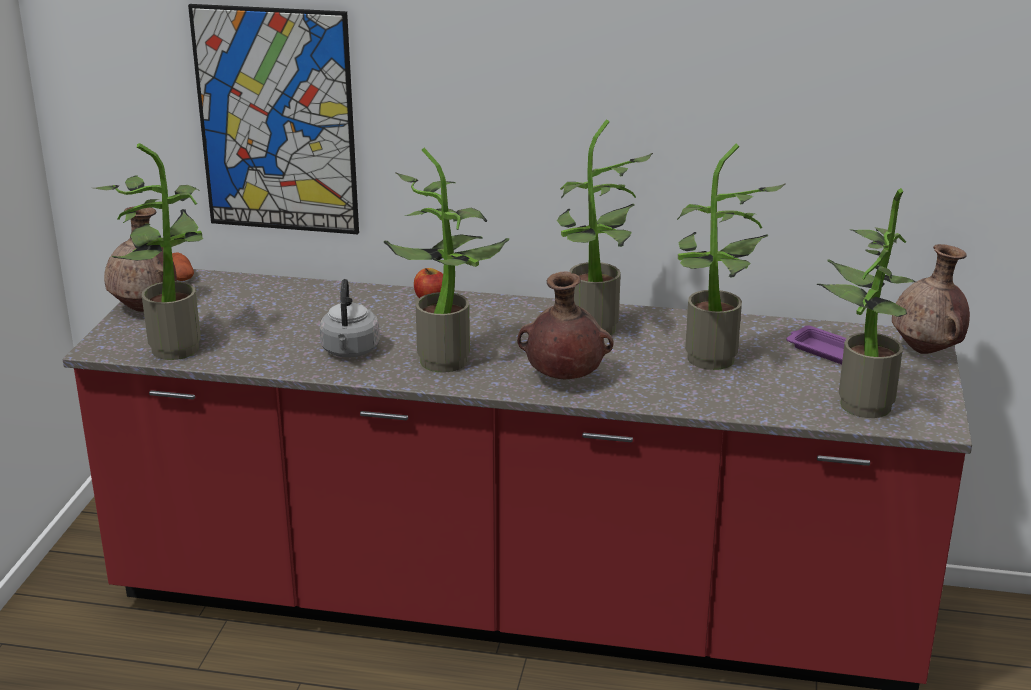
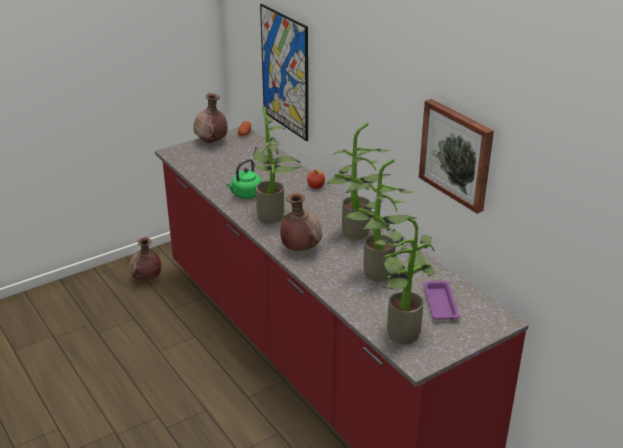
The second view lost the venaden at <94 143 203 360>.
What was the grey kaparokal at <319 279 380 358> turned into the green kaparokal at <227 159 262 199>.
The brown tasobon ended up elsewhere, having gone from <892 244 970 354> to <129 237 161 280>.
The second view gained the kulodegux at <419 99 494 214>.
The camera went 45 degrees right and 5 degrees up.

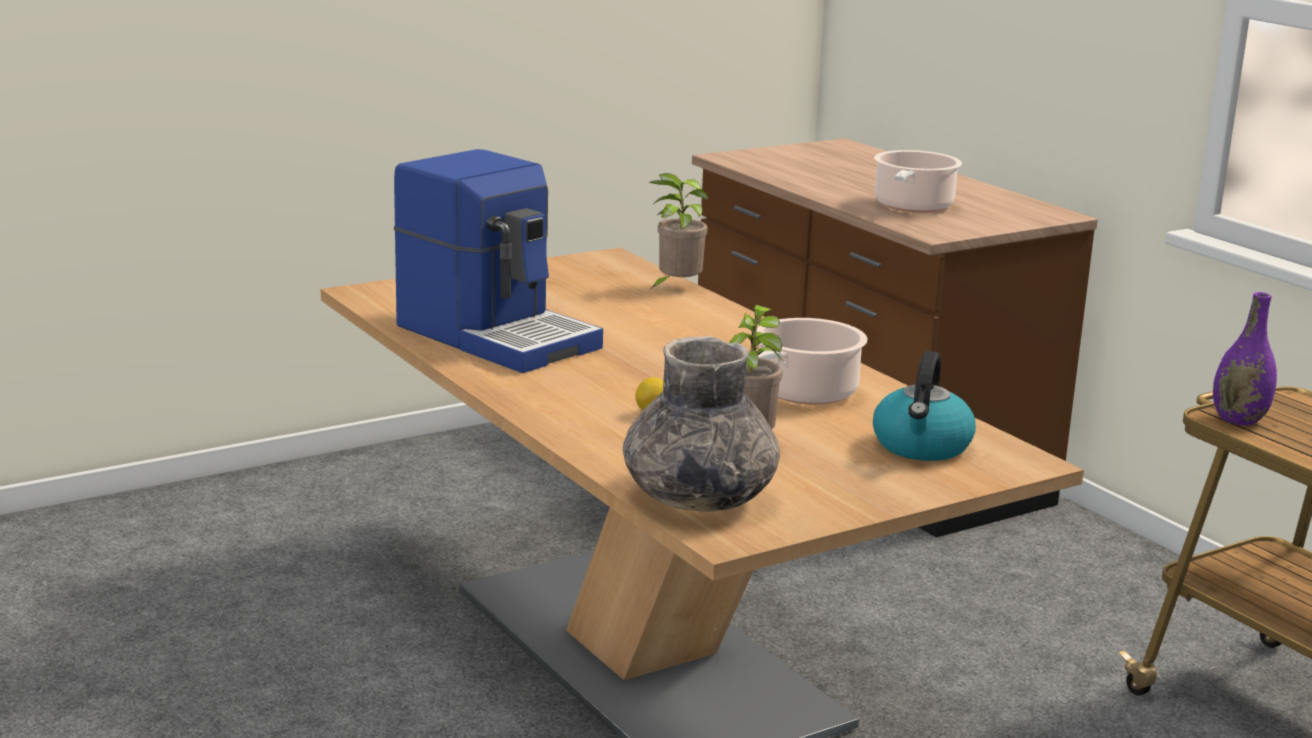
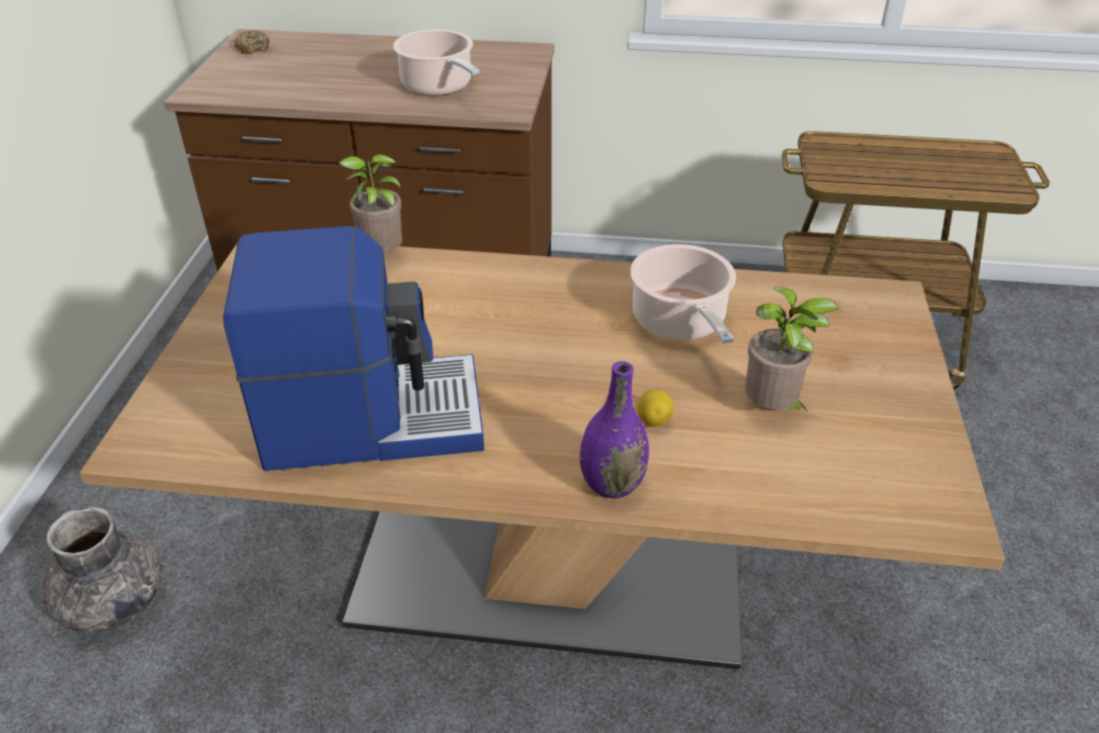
The grey tasobon ended up elsewhere, having gone from <623 336 780 512> to <43 507 162 632>.
The second view lost the kaparokal at <873 351 976 461>.
The purple tasobon ended up elsewhere, having gone from <1213 292 1277 425> to <580 361 649 499>.
The second view gained the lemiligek at <235 30 270 54>.
The camera went 50 degrees left and 20 degrees up.

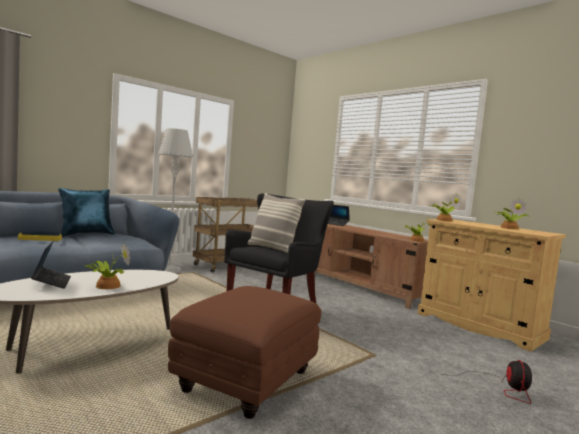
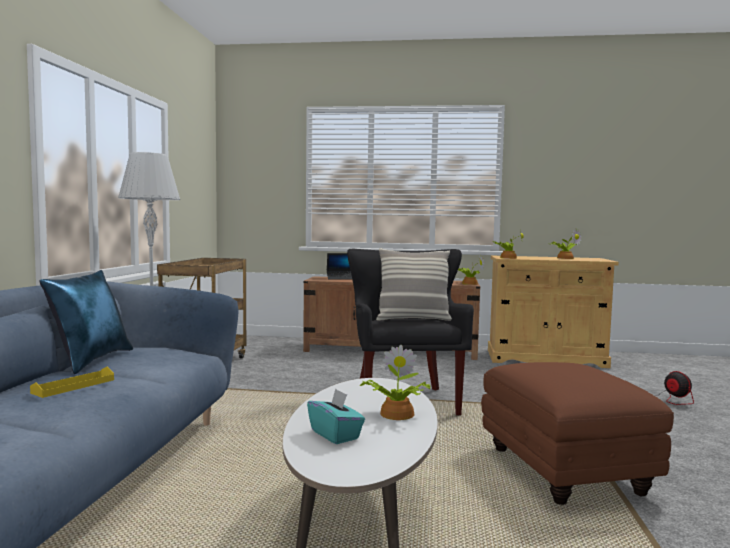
Where the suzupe stood at <31 241 71 289>, the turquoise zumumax came to stand at <307 388 365 444>.
The camera went 40 degrees left and 0 degrees up.

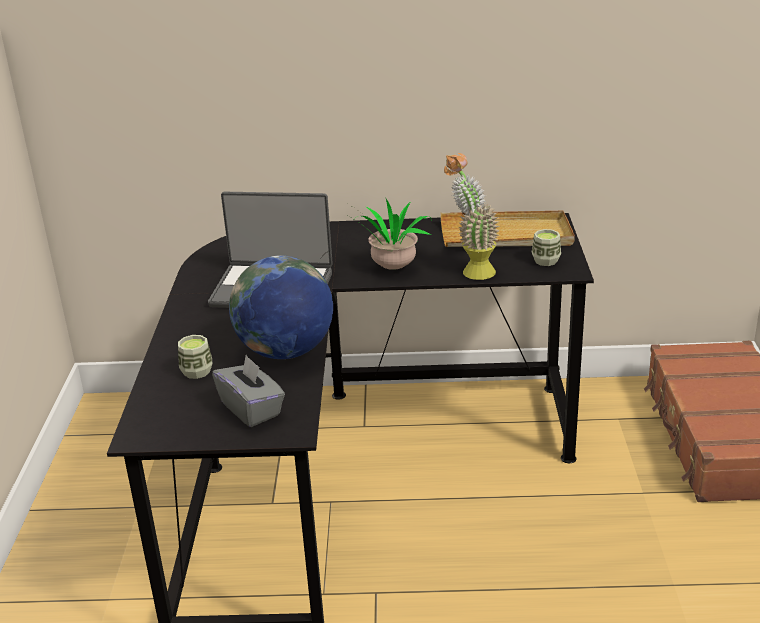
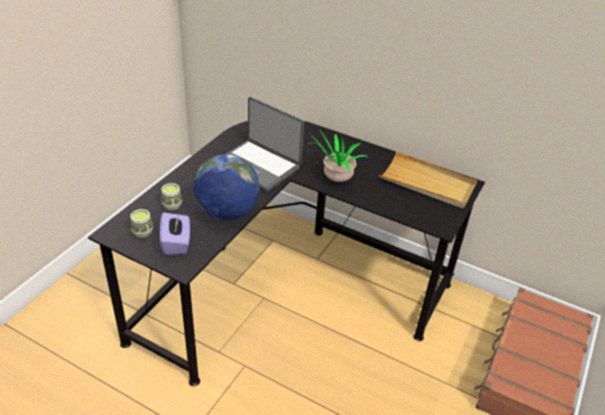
What was the grey zumumax at <212 355 285 427> turned into the purple zumumax at <160 212 190 255>.
The second view lost the venaden at <444 153 500 280>.
The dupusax ended up elsewhere, having gone from <532 229 561 266> to <131 209 153 238>.
The camera went 25 degrees right and 10 degrees up.

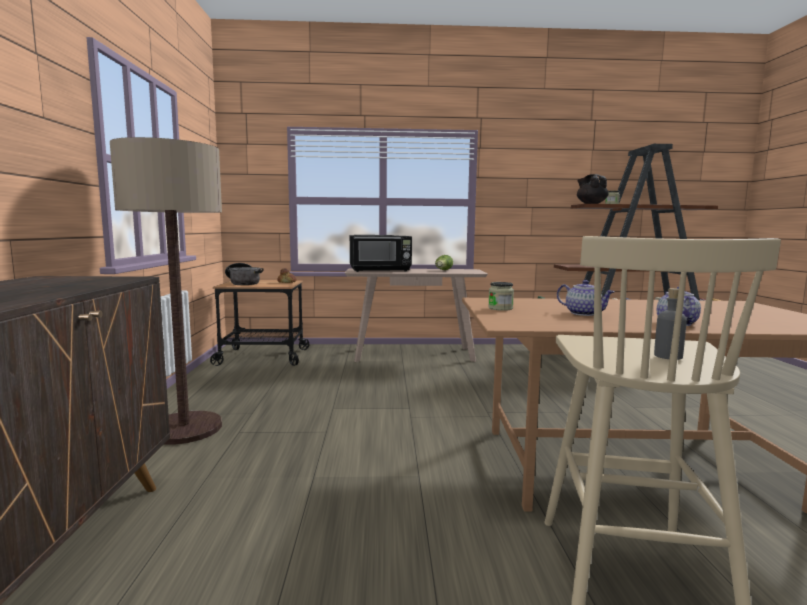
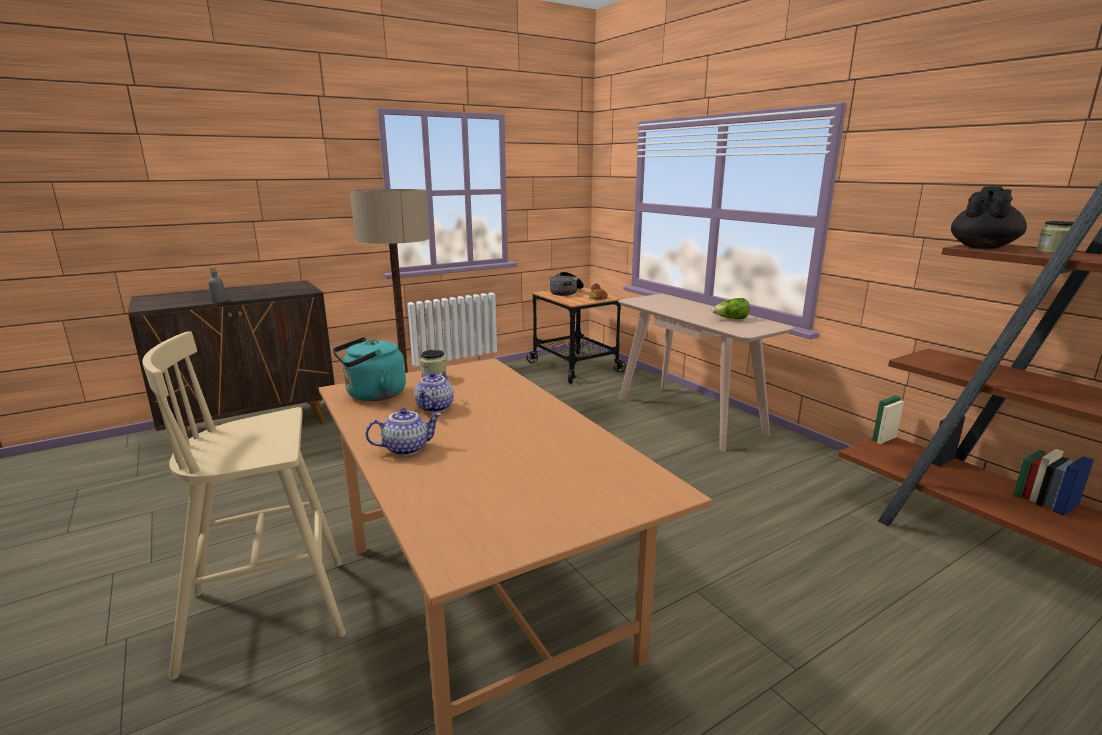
The second view lost the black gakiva at <350 235 412 272>.
The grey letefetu ended up elsewhere, having gone from <654 288 687 360> to <208 267 226 302>.
The second view gained the turquoise kaparokal at <333 337 406 401>.
The camera went 60 degrees right and 10 degrees up.

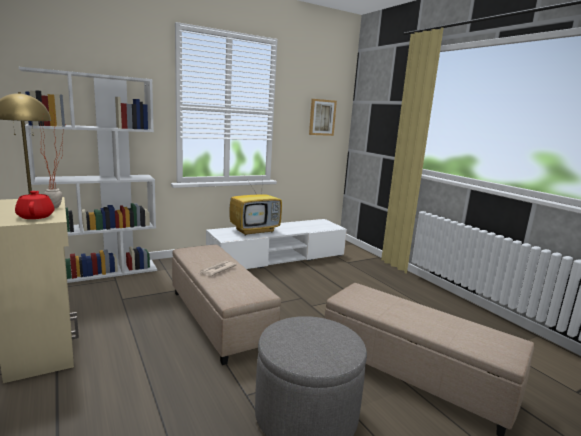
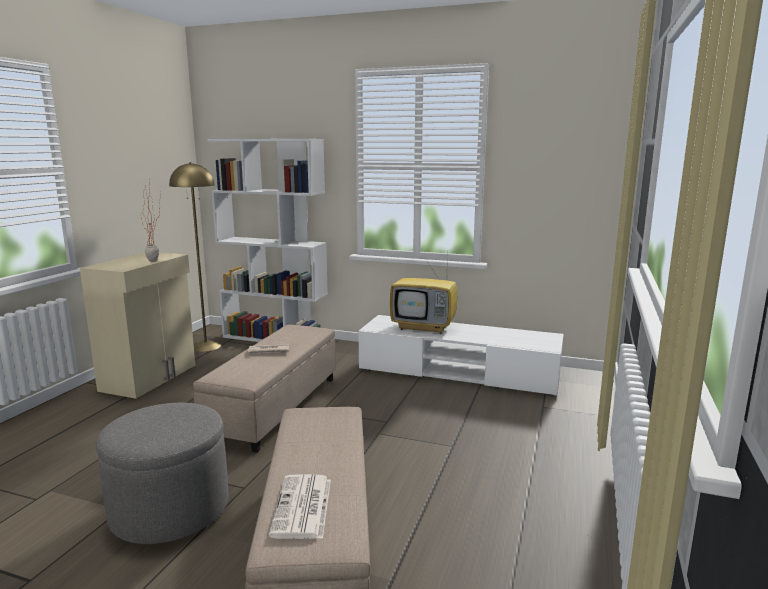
The second view lost the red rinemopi at <15 191 54 219>.
The second view lost the kulodegux at <309 99 337 136>.
The second view gained the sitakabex at <269 474 331 539>.
The camera went 50 degrees right and 0 degrees up.

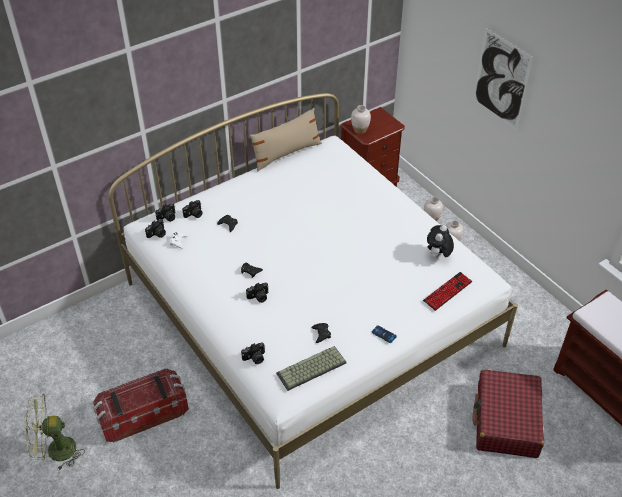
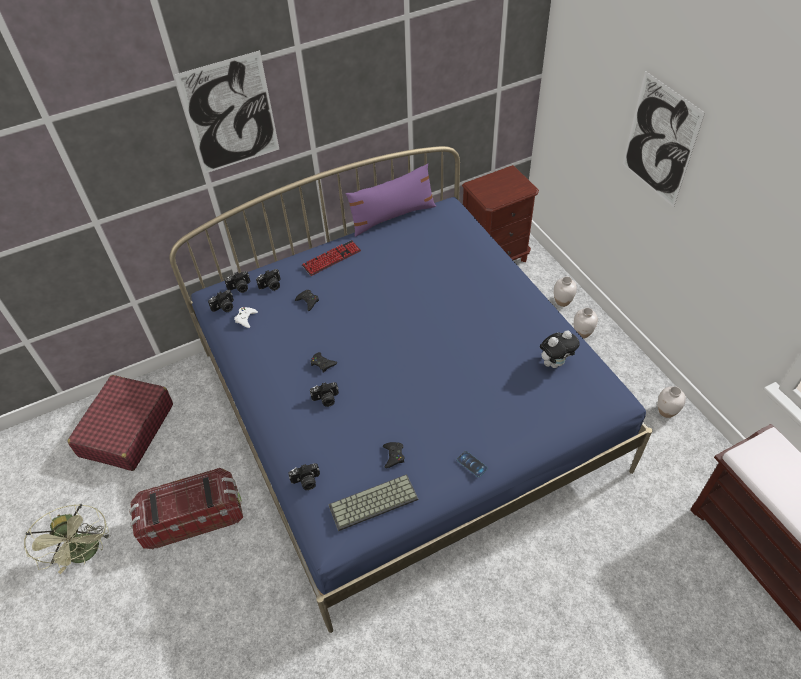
The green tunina at <26 394 85 471> ended up facing another way, 120 degrees counterclockwise from before.
What was the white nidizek at <108 93 518 489> turned into the blue nidizek at <170 146 652 633>.
What was the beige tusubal at <249 108 322 171> turned into the purple tusubal at <346 163 436 237>.
The white tasobon ended up elsewhere, having gone from <351 105 371 134> to <658 386 686 418>.
The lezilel ended up elsewhere, having gone from <423 272 472 311> to <302 240 361 276>.
The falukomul at <427 225 454 258> ended up facing another way, 150 degrees counterclockwise from before.
The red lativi ended up elsewhere, having gone from <473 369 544 458> to <68 375 173 471>.
The second view gained the kulodegux at <174 50 279 174>.
The camera went 10 degrees right and 5 degrees up.

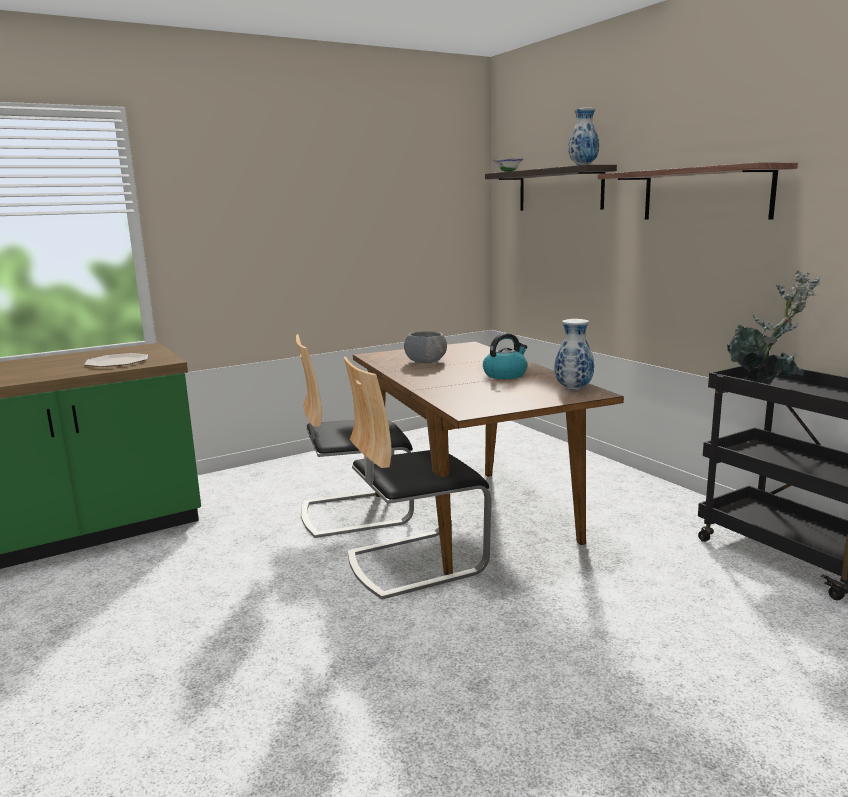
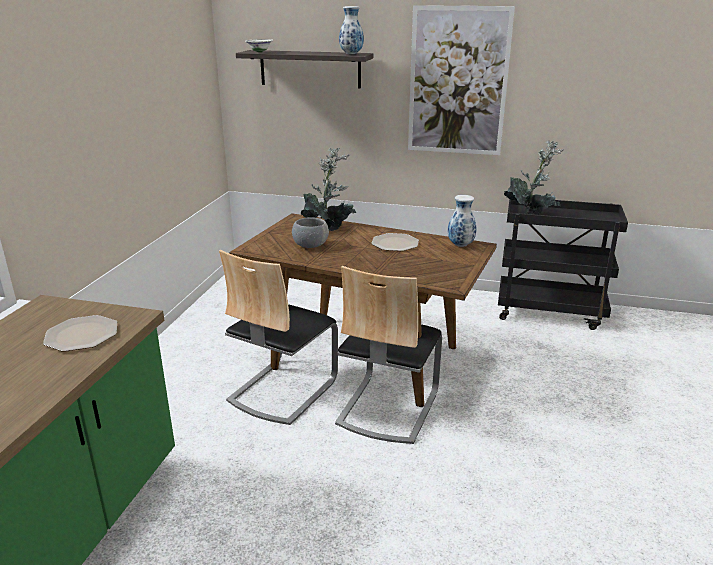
Where the kaparokal stood at <483 333 527 379>, the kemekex came to stand at <371 233 419 251>.
Where the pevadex hung at <598 162 798 220>, the kulodegux came to hang at <408 5 515 155>.
The second view gained the venaden at <301 148 356 231>.
The camera went 45 degrees left and 10 degrees up.

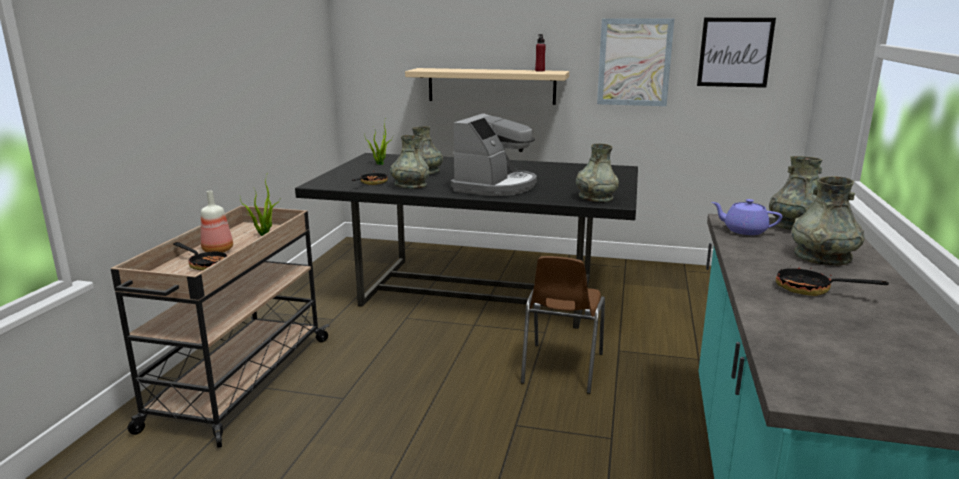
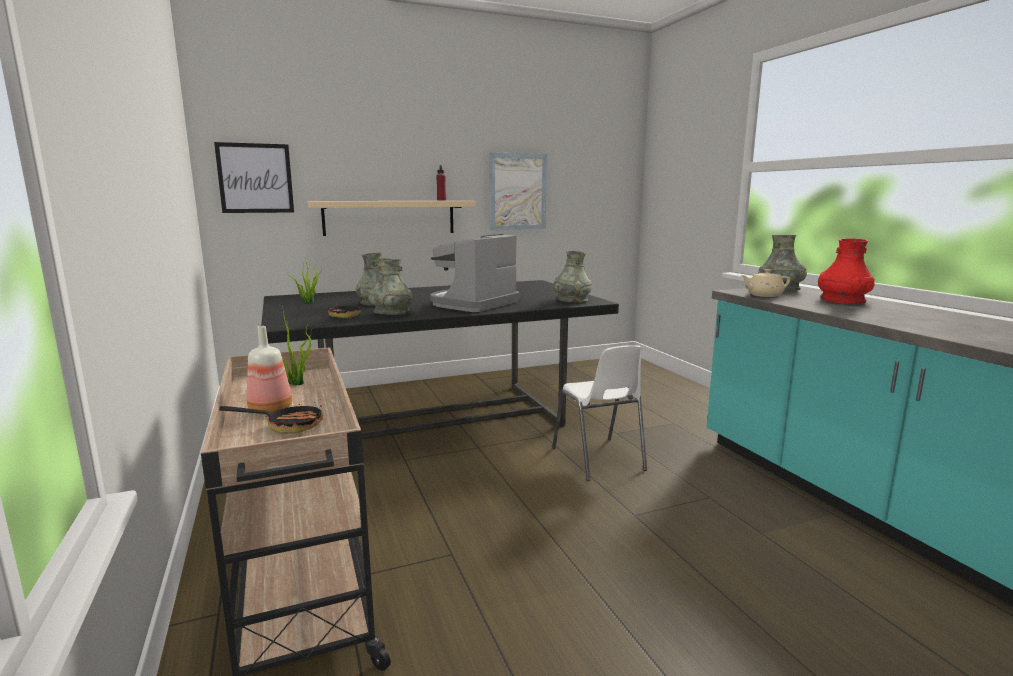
The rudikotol at <451 113 537 196> ended up facing another way, 135 degrees counterclockwise from before.
What was the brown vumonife at <521 256 605 394> turned into the white vumonife at <552 345 647 481>.
The kulodegux ended up elsewhere, having gone from <697 18 776 88> to <214 142 294 213>.
What was the purple rinemopi at <712 199 782 235> turned into the beige rinemopi at <740 269 790 297>.
The second view lost the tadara at <776 265 889 296>.
What was the grey tasobon at <792 176 865 265> turned into the red tasobon at <818 238 875 304>.
The camera went 35 degrees left and 5 degrees down.

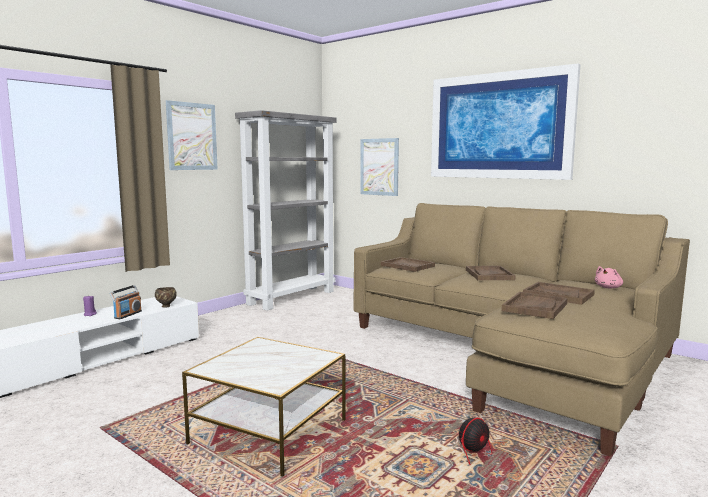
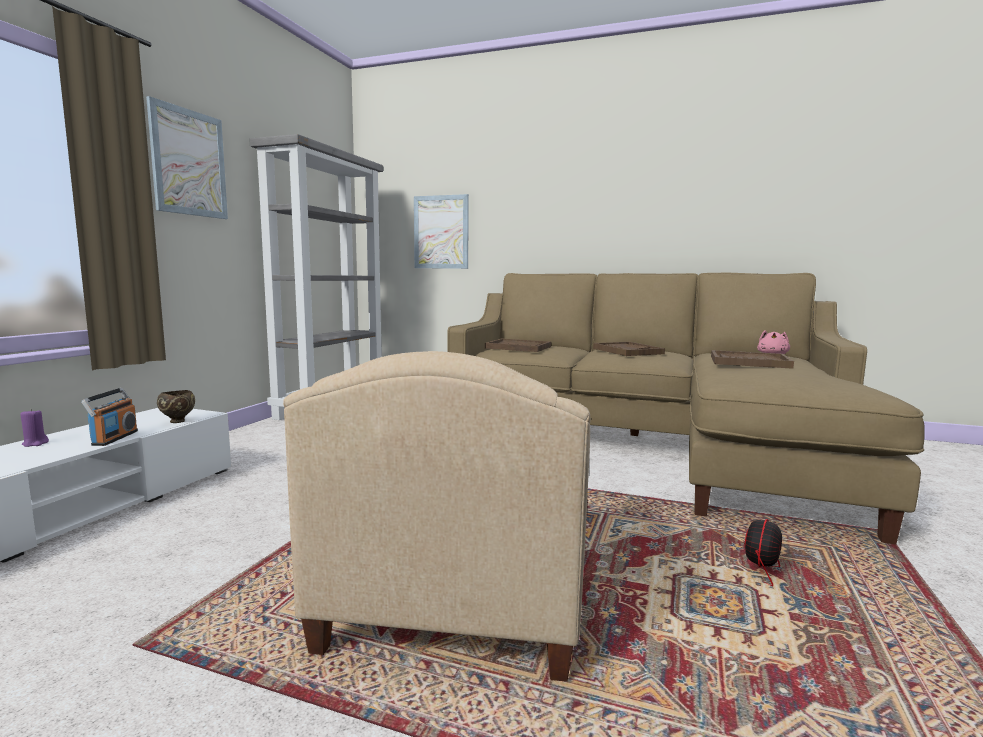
Where the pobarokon stood at <182 337 346 477>, the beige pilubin came to stand at <283 351 590 682>.
The second view lost the kulodegux at <431 63 581 180>.
The second view lost the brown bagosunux at <501 292 568 319>.
The camera went 20 degrees left and 0 degrees up.

